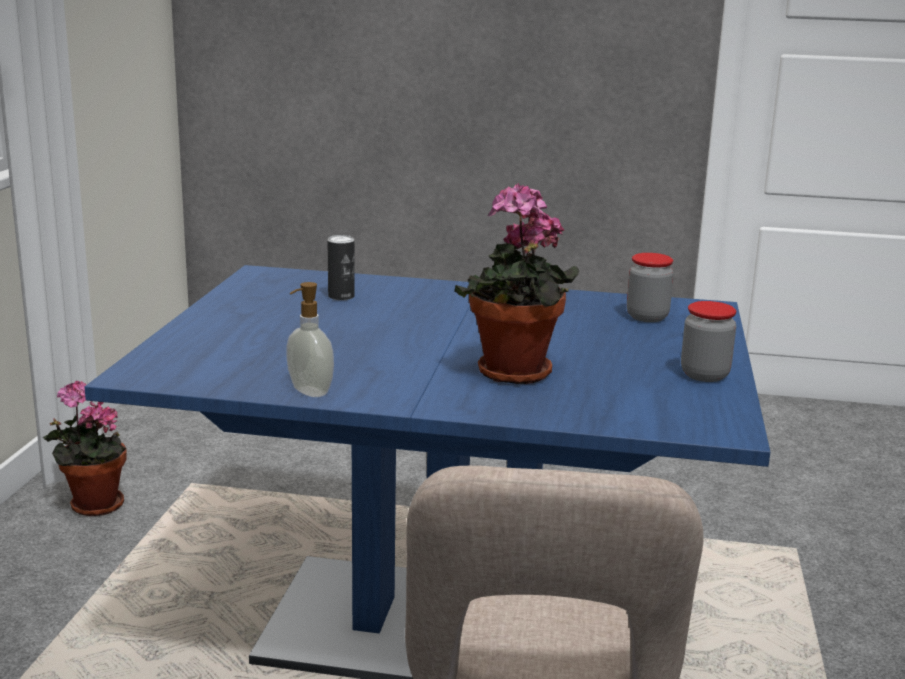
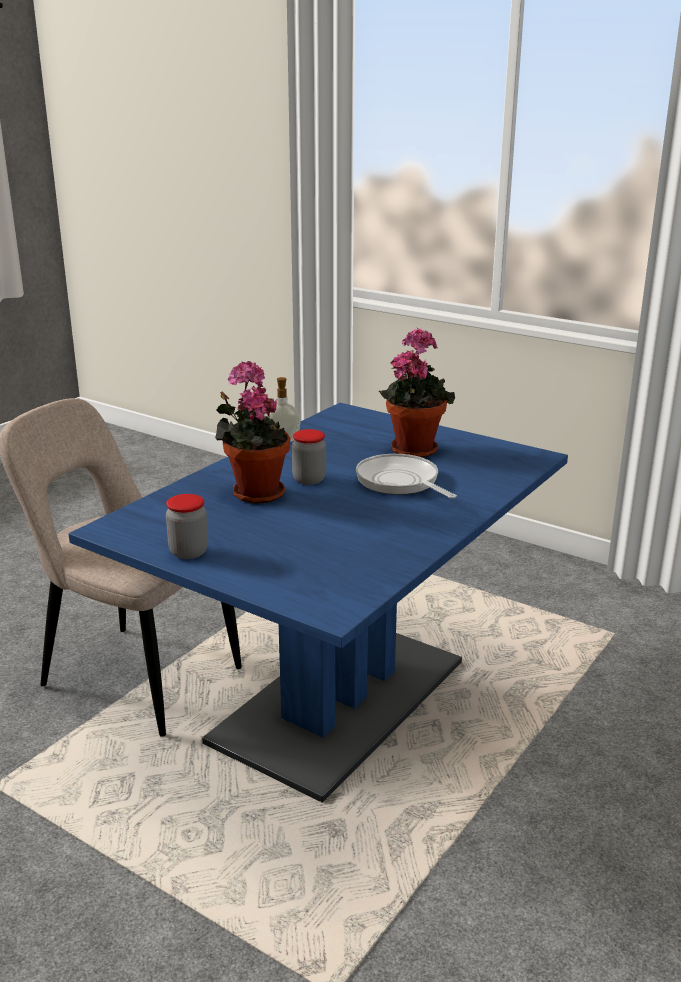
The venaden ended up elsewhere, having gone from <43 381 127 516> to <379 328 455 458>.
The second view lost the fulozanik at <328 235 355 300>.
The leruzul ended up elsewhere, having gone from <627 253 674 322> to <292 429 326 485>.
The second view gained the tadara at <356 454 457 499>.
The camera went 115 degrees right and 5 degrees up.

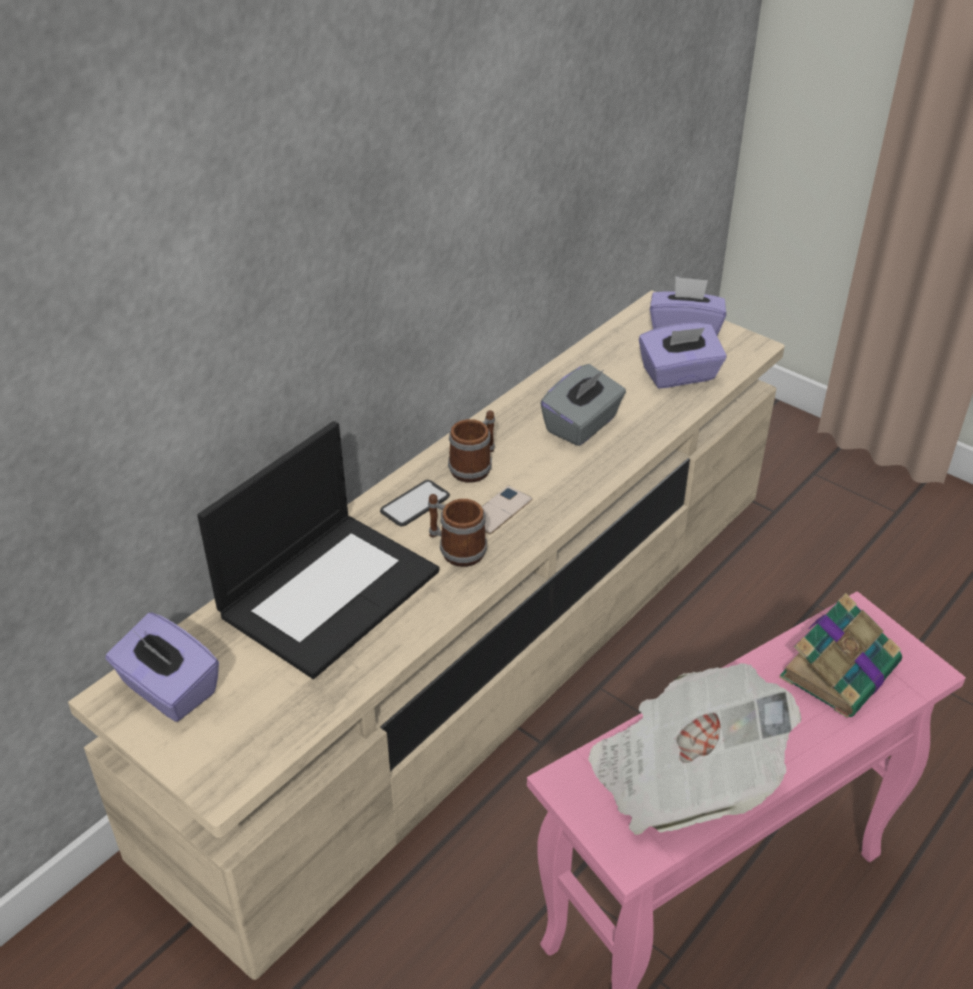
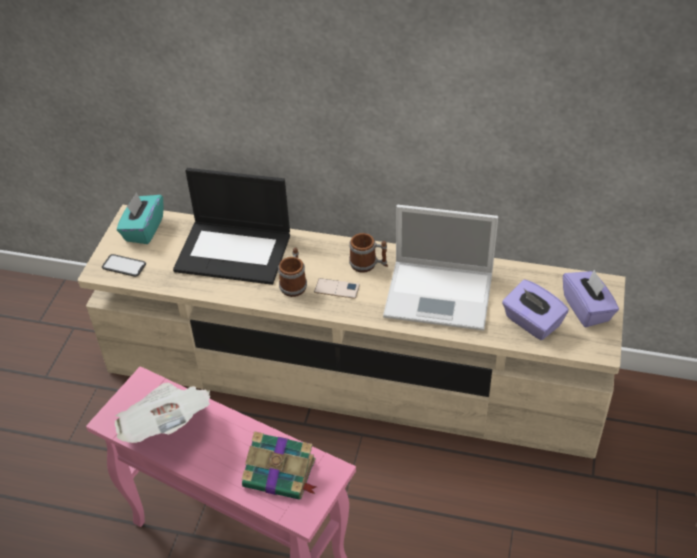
What was the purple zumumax at <105 613 219 722> turned into the turquoise zumumax at <117 192 164 244>.
The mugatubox ended up elsewhere, having gone from <380 480 450 526> to <102 254 146 277>.
Where the grey zumumax stood at <540 364 626 446>, the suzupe came to stand at <383 205 498 331>.
The camera went 65 degrees right and 5 degrees up.

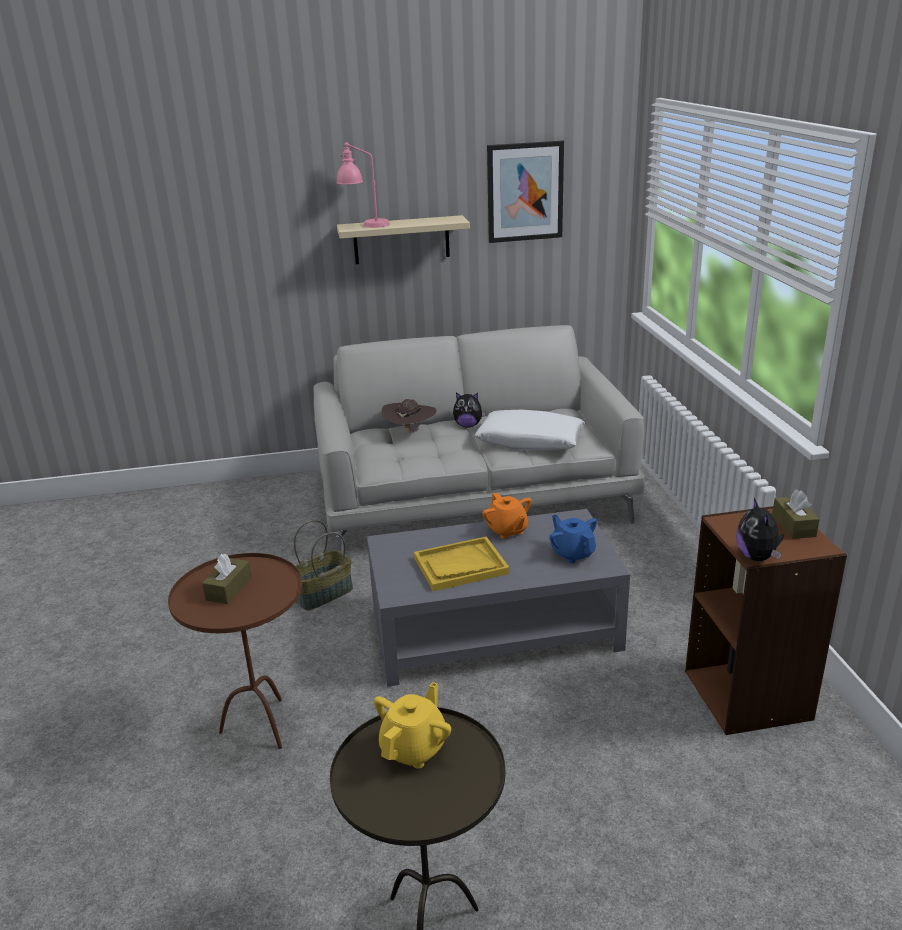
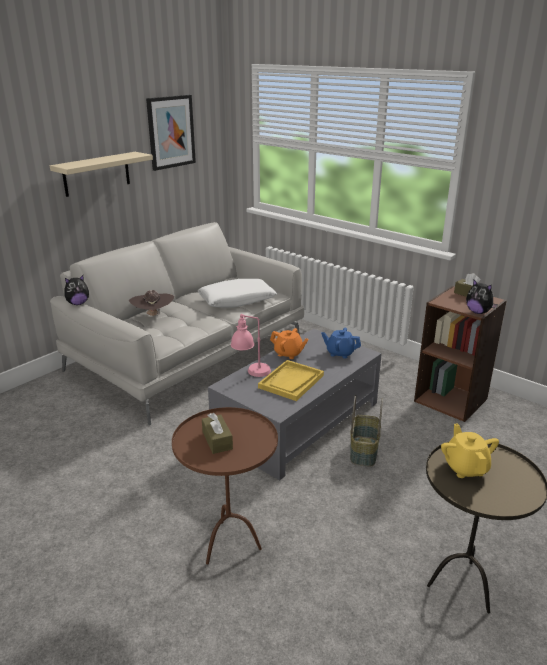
The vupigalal ended up elsewhere, having gone from <294 520 353 610> to <350 395 383 467>.
The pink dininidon ended up elsewhere, having gone from <336 142 390 228> to <231 314 271 377>.
The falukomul ended up elsewhere, having gone from <453 393 485 428> to <65 275 89 305>.
The camera went 40 degrees left and 0 degrees up.

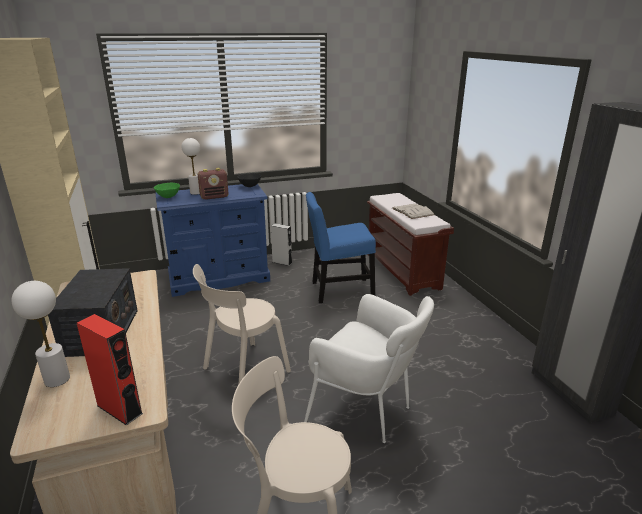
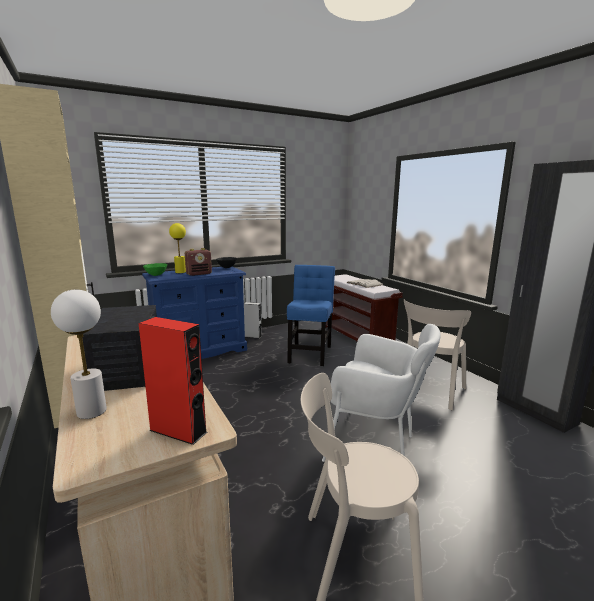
What was the white dininidon at <182 138 200 195> turned into the yellow dininidon at <169 223 186 273>.
The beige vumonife ended up elsewhere, having gone from <193 264 291 385> to <404 300 471 410>.
The blue vumonife at <306 192 376 303> ended up facing another way, 120 degrees clockwise from before.
The camera went 10 degrees left and 10 degrees down.

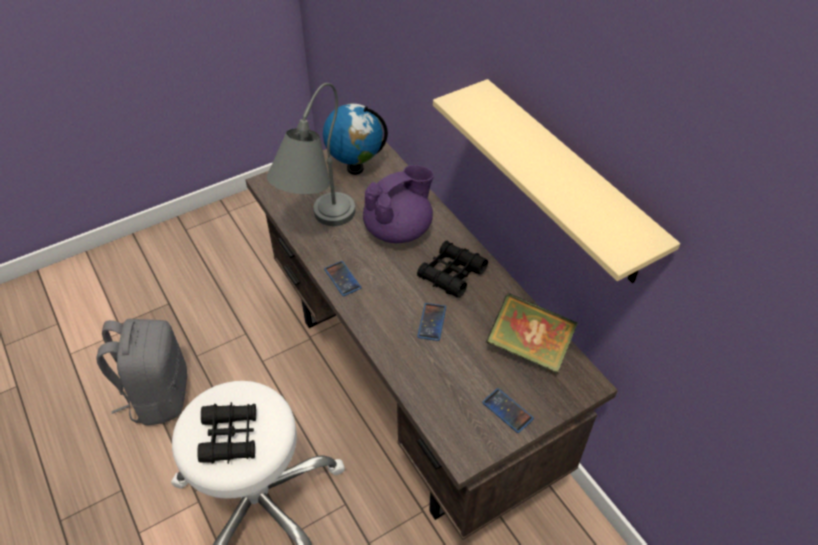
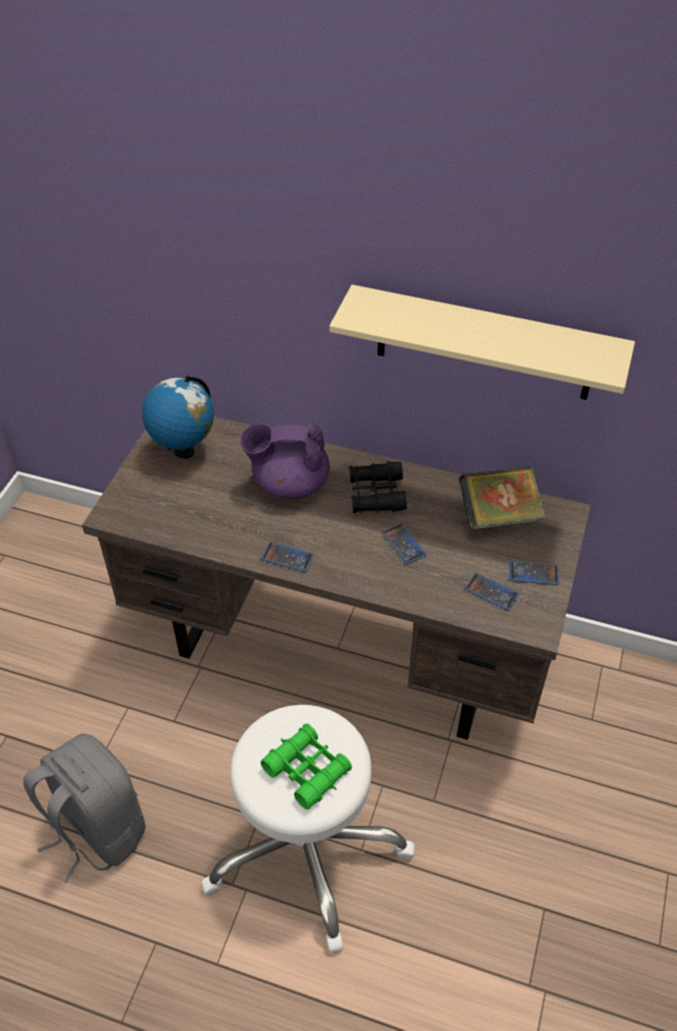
What was the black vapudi at <197 402 256 464> turned into the green vapudi at <261 723 352 809>.
The second view lost the grey dininidon at <267 83 355 226>.
The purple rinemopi at <363 165 434 243> ended up facing another way, 105 degrees counterclockwise from before.
The second view gained the mugatubox at <464 573 519 610>.
The camera went 40 degrees left and 0 degrees up.

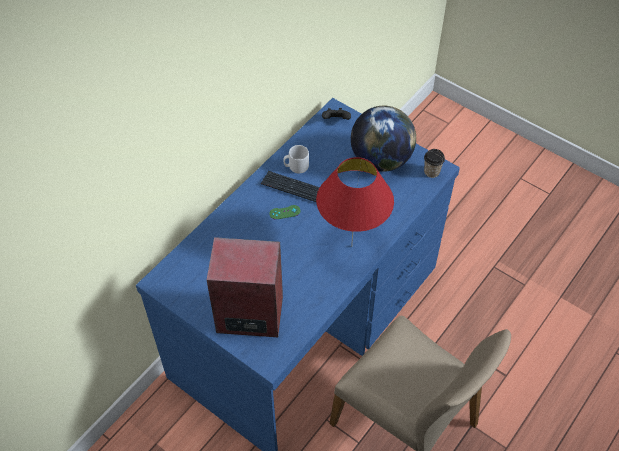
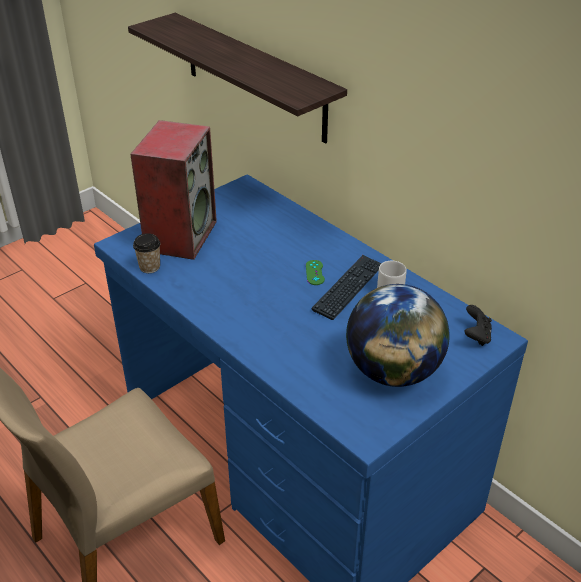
The second view lost the red dininidon at <316 157 394 247>.
The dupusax ended up elsewhere, having gone from <424 149 445 178> to <133 233 160 273>.
The second view gained the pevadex at <128 13 347 144>.
The camera went 100 degrees right and 15 degrees down.

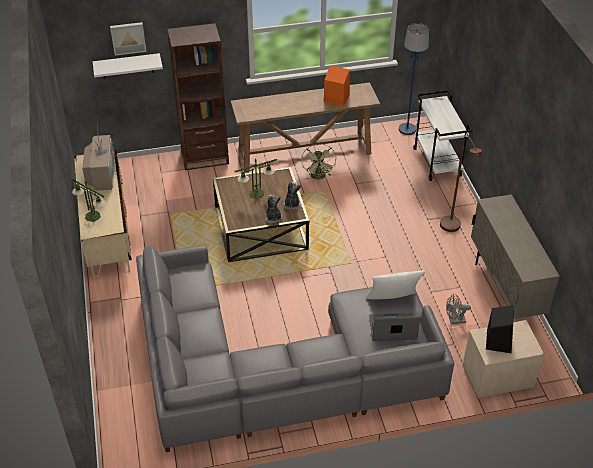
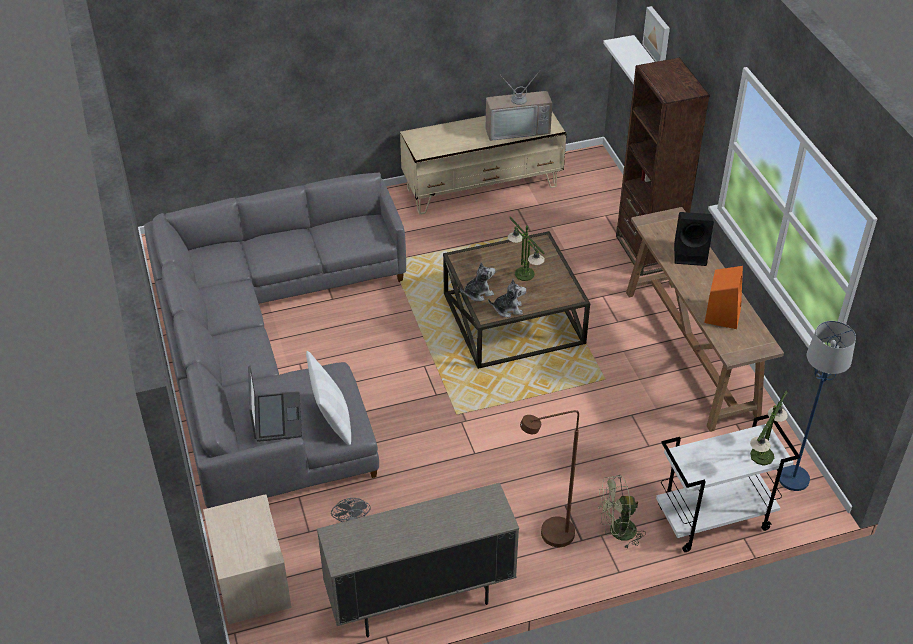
The dininidon ended up elsewhere, having gone from <69 177 106 222> to <750 391 788 466>.
The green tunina ended up elsewhere, having gone from <301 144 336 180> to <598 475 646 549>.
The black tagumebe ended up elsewhere, having gone from <486 305 514 353> to <674 212 714 266>.
The camera went 85 degrees right and 0 degrees up.

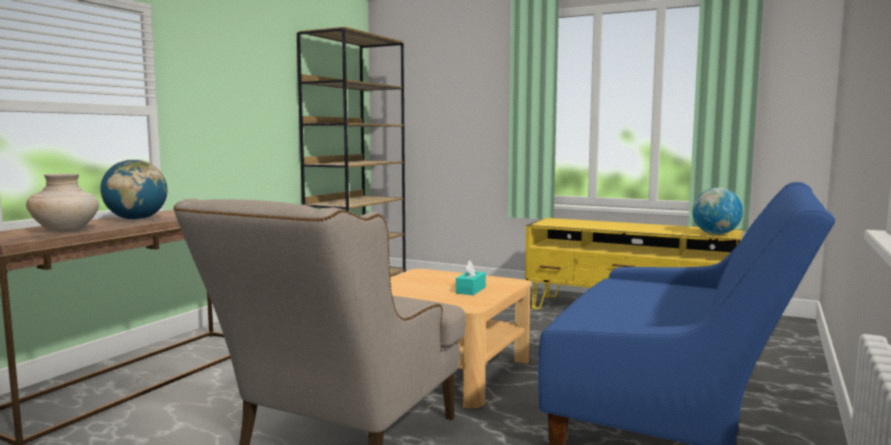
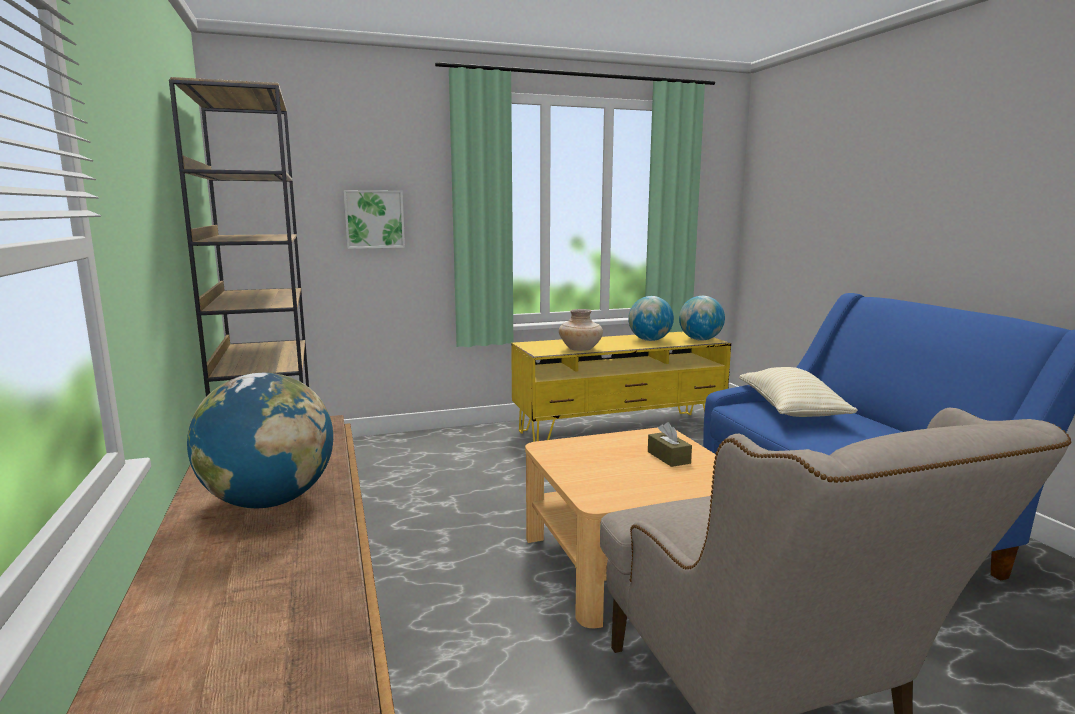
The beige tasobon ended up elsewhere, having gone from <26 174 99 231> to <559 309 603 351>.
What was the turquoise zumumax at <456 260 486 295> turned into the brown zumumax at <648 422 692 467>.
The second view gained the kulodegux at <343 190 405 249>.
The second view gained the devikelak at <628 296 674 341>.
The second view gained the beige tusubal at <739 367 858 417>.
The camera went 45 degrees left and 5 degrees up.

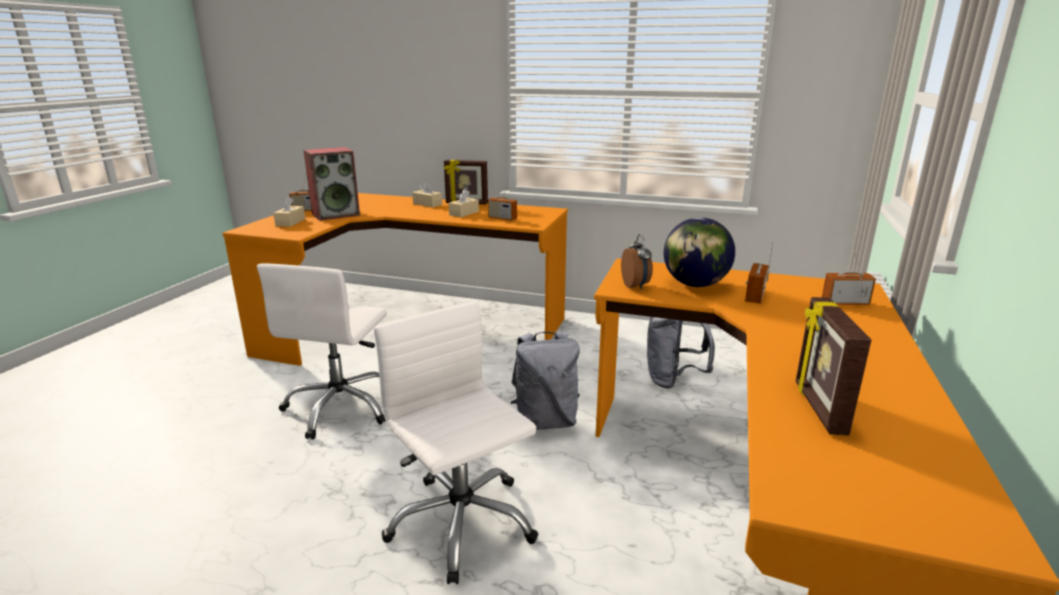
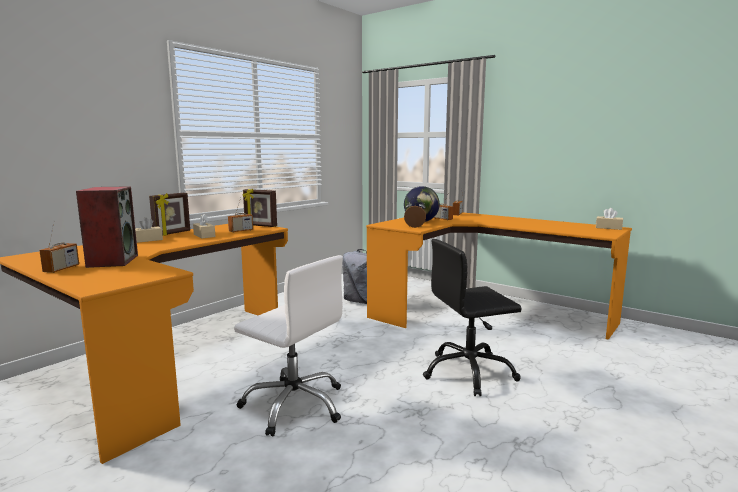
The beige zumumax ended up elsewhere, having gone from <273 197 305 227> to <596 208 623 230>.
What was the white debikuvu at <374 301 539 584> turned into the black debikuvu at <423 239 522 396>.
The second view lost the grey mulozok at <511 331 580 430>.
The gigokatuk ended up elsewhere, having gone from <796 297 871 436> to <242 189 277 227>.
The camera went 70 degrees left and 10 degrees down.

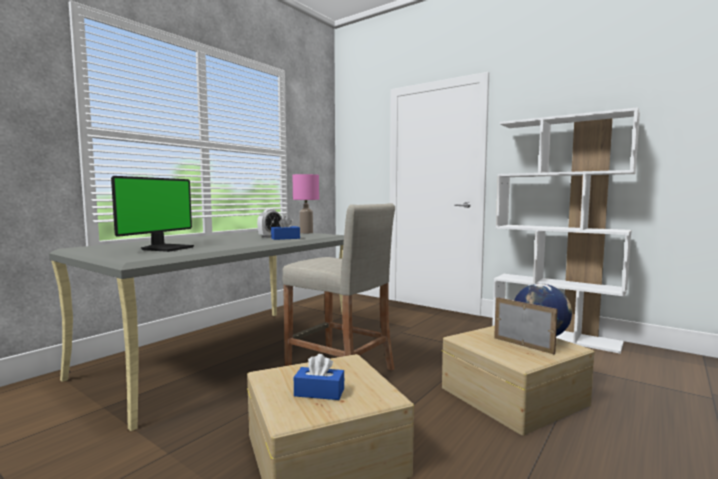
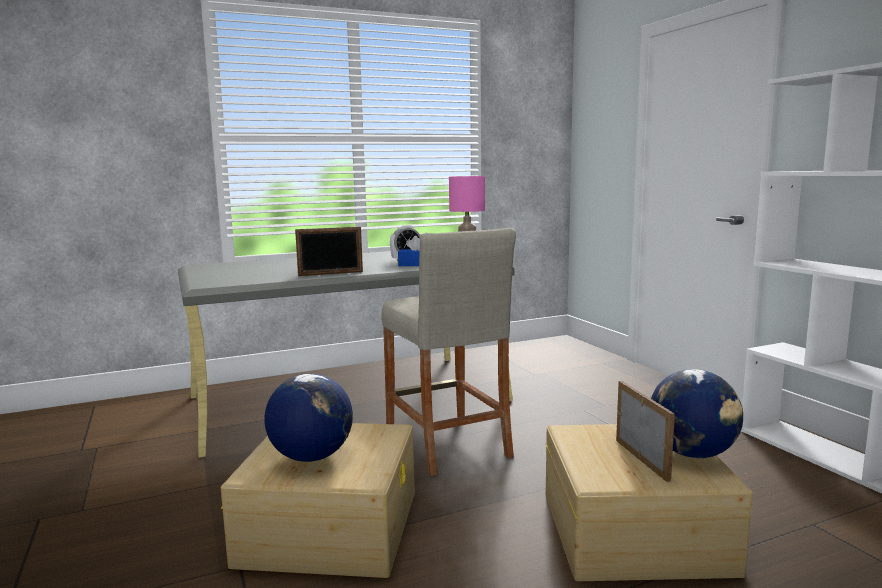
The second view lost the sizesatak at <111 176 194 252>.
Where the blue zumumax stood at <294 354 344 400>, the devikelak came to stand at <264 374 353 462>.
The second view gained the gigokatuk at <295 227 363 276>.
The camera went 30 degrees right and 5 degrees up.

